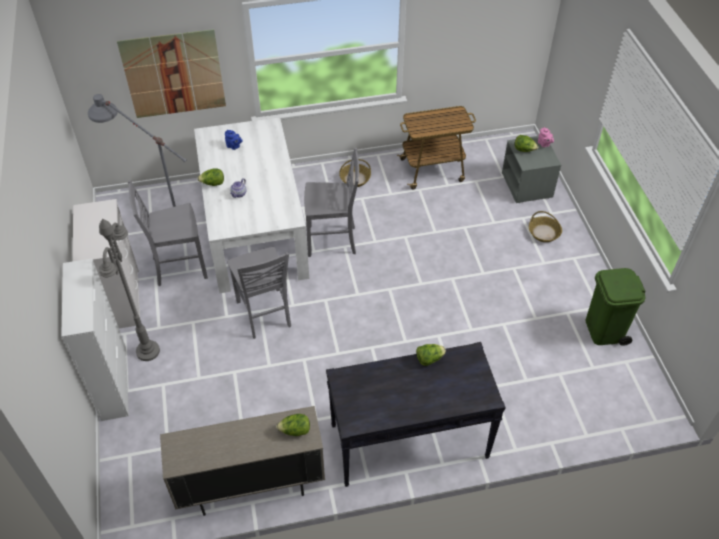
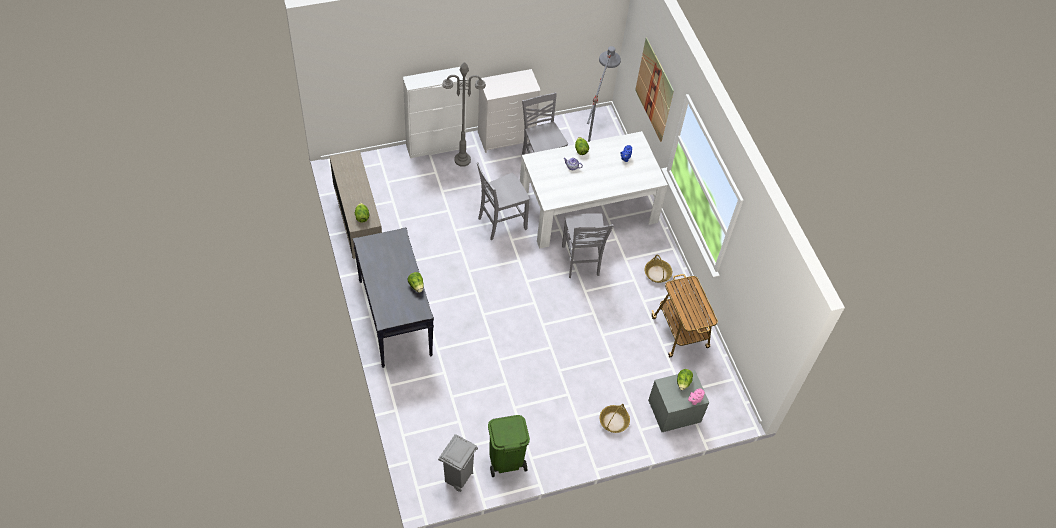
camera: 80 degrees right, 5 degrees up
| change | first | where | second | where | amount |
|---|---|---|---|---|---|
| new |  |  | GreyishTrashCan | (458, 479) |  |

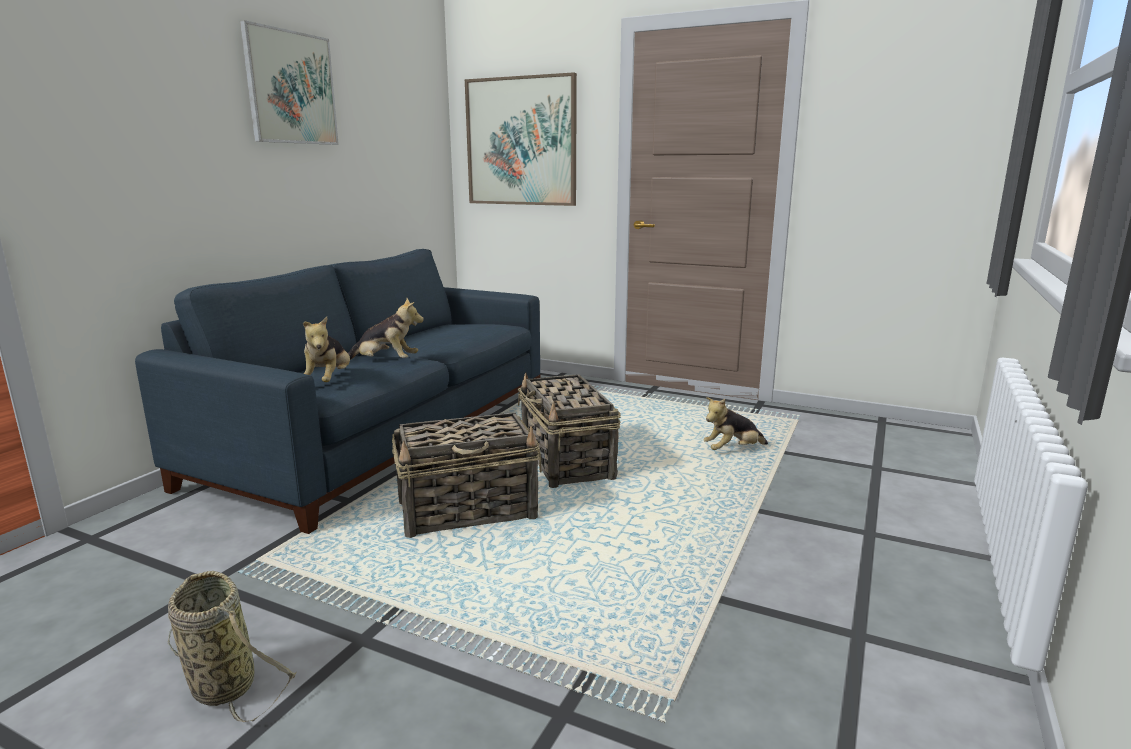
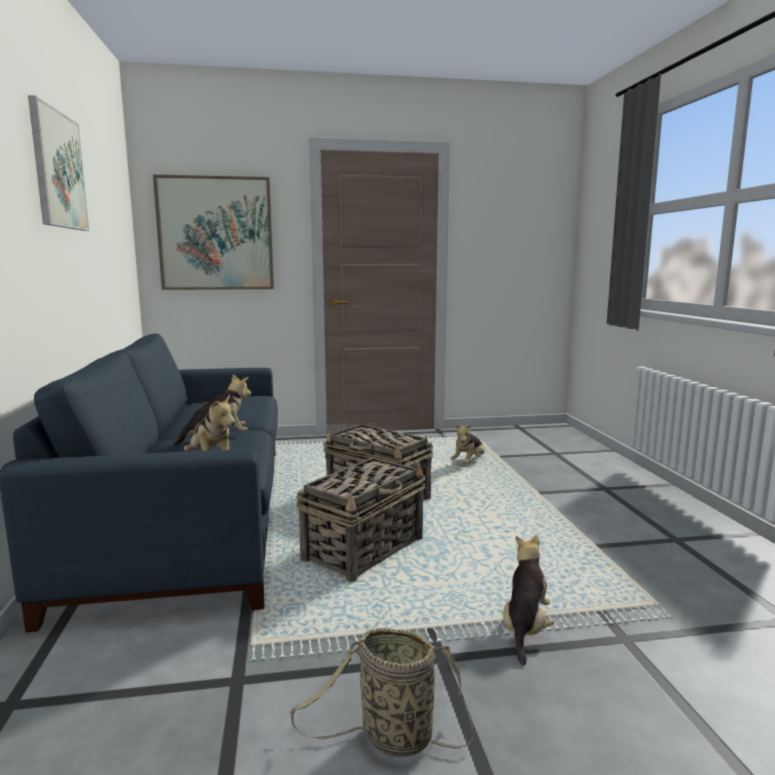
camera: 35 degrees left, 5 degrees down
| change | first | where | second | where | amount |
|---|---|---|---|---|---|
| new |  |  | CuddlyToy | (525, 628) |  |

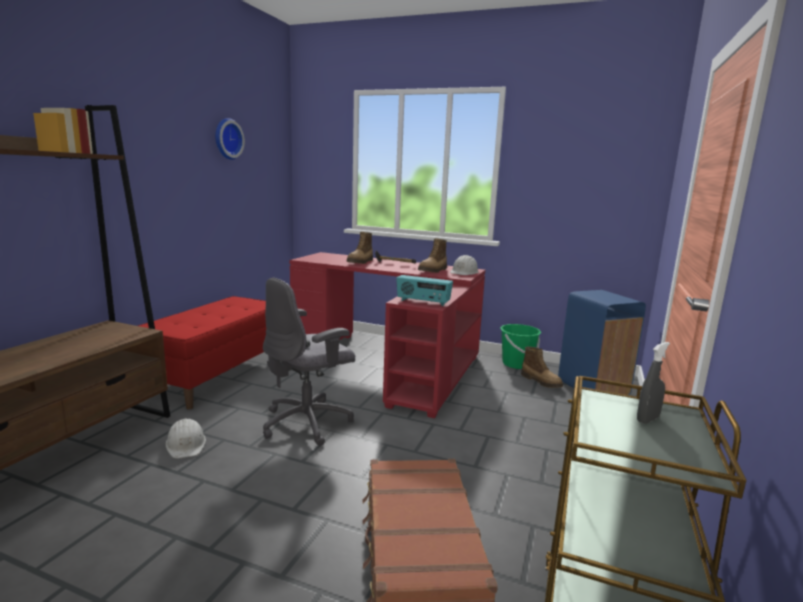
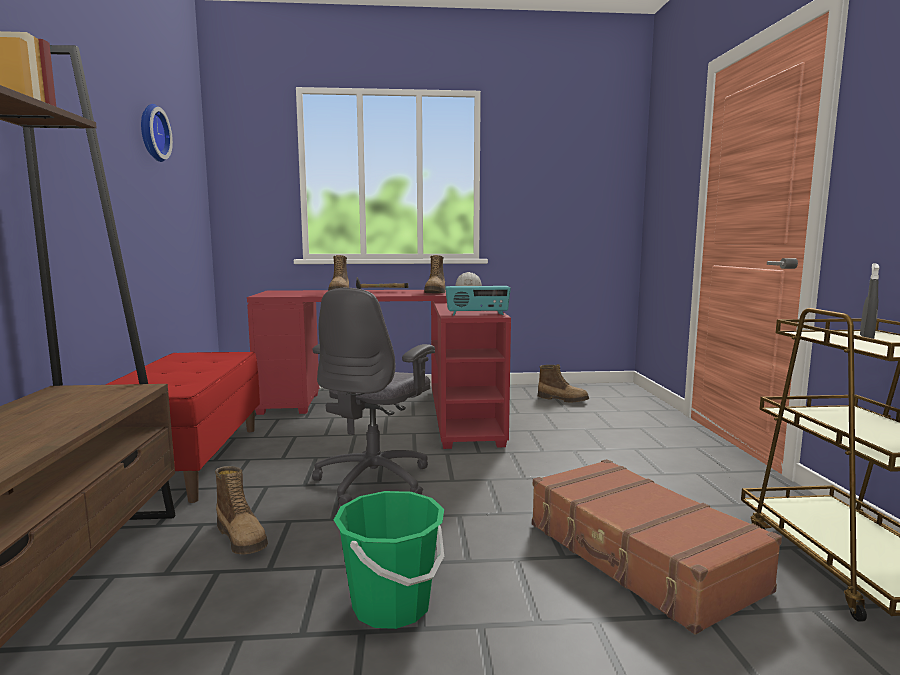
camera: 25 degrees left, 5 degrees down
| change | first | where | second | where | amount |
|---|---|---|---|---|---|
| gone | BlueColouredTrashCan | (592, 388) |  |  |  |
| shifted | GreenColouredBucket | (516, 364) |  | (391, 605) |  |
| swapped | WhiteColouredHardHat | (186, 444) | Boot | (242, 538) |  |

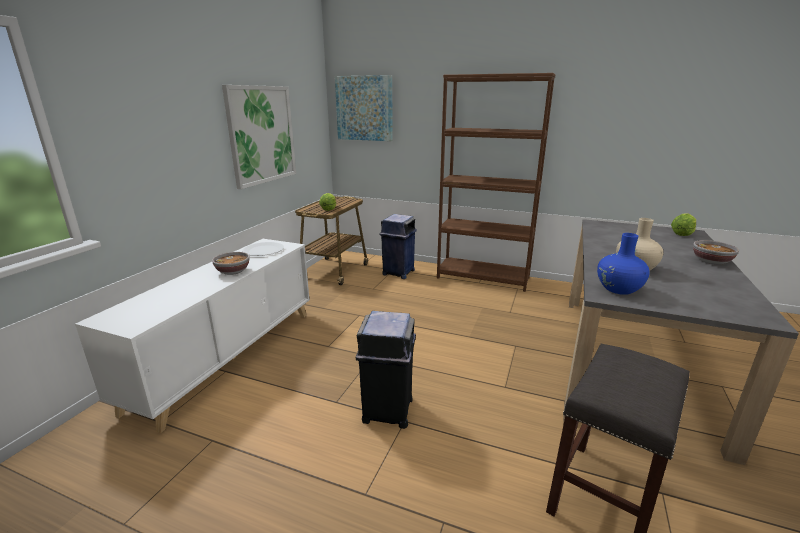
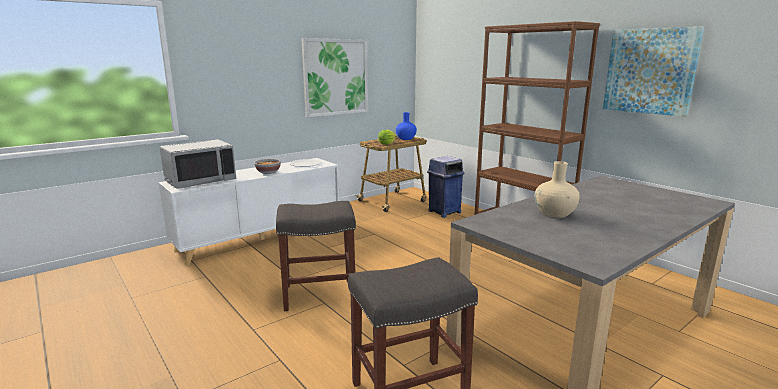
camera: 30 degrees right, 5 degrees down
| change | first | where | second | where | amount |
|---|---|---|---|---|---|
| shifted | WallPicture | (364, 108) |  | (650, 71) |  |
| gone | Lettuce | (682, 234) |  |  |  |
| shifted | BlueColouredVase | (618, 289) |  | (405, 139) |  |
| gone | Bowl | (711, 261) |  |  |  |
| swapped | BlackTrashCan | (387, 411) | GreyishSittingStool | (320, 294) |  |
| new |  |  | GreyishKitchenMicrowave | (200, 181) |  |

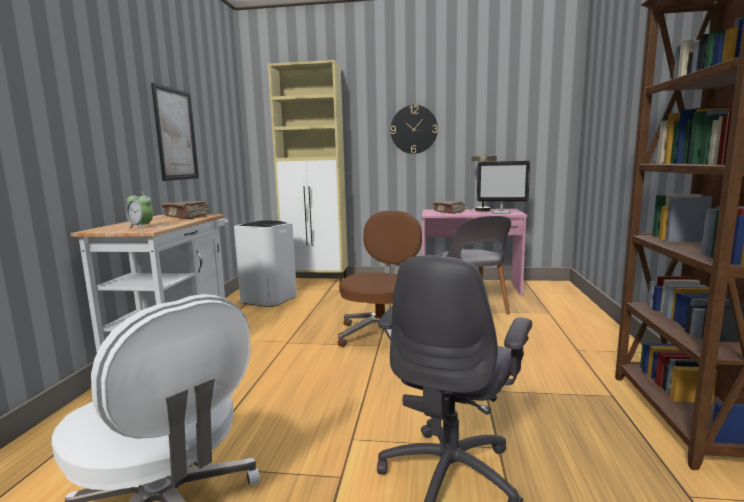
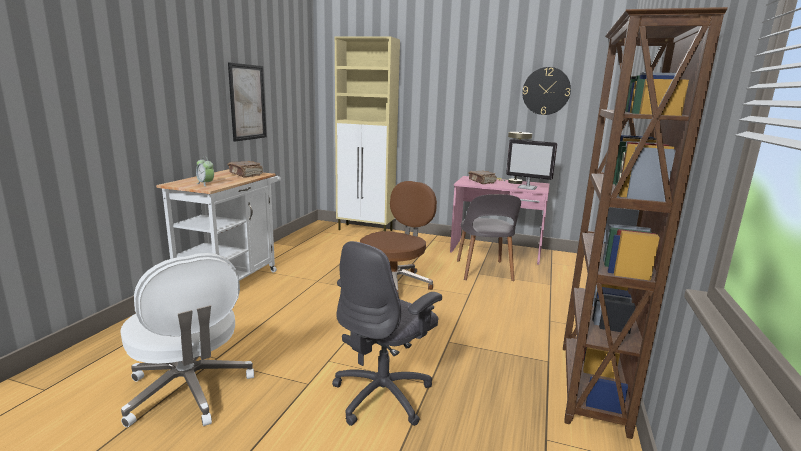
camera: 10 degrees right, 5 degrees up
| change | first | where | second | where | amount |
|---|---|---|---|---|---|
| shifted | WallClock | (414, 129) |  | (546, 91) |  |
| gone | WhiteColouredTrashCan | (269, 299) |  |  |  |

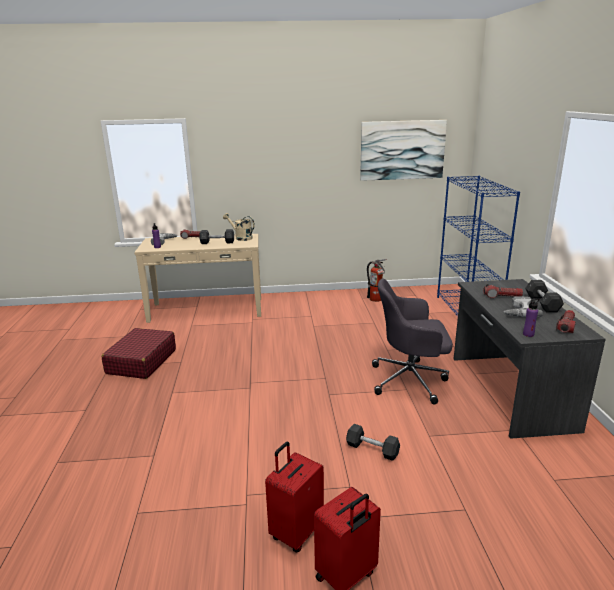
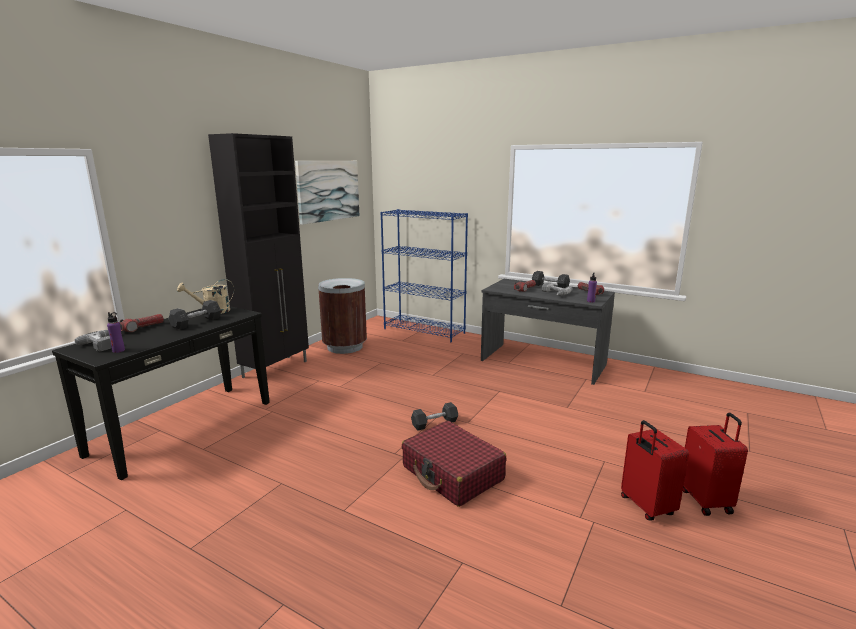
camera: 55 degrees left, 5 degrees down
| change | first | where | second | where | amount |
|---|---|---|---|---|---|
| repainted | BeigeColouredConsoleTable | (206, 310) | BlackConsoleTable | (183, 427) |  |
| swapped | Extinguisher | (376, 300) | BrownishTrashCan | (345, 347) |  |
| gone | GreyishOfficeChair | (410, 380) |  |  |  |
| shifted | ReddishSuitcase | (141, 362) |  | (452, 473) |  |
| shifted | GreyishDumbbell | (372, 449) |  | (434, 423) |  |
| new |  |  | BlackCupboard | (276, 369) |  |

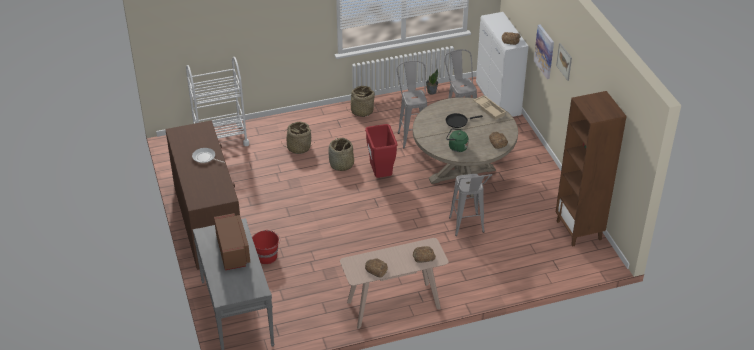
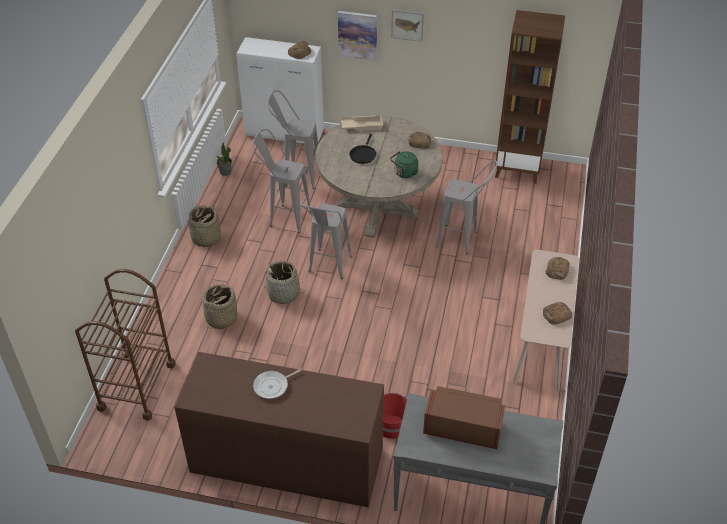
camera: 60 degrees left, 5 degrees up
| change | first | where | second | where | amount |
|---|---|---|---|---|---|
| repainted | WhiteColouredCart | (220, 139) | BrownishCart | (137, 386) |  |
| swapped | ReddishTrashCan | (380, 175) | GreyishSittingStool | (328, 269) |  |

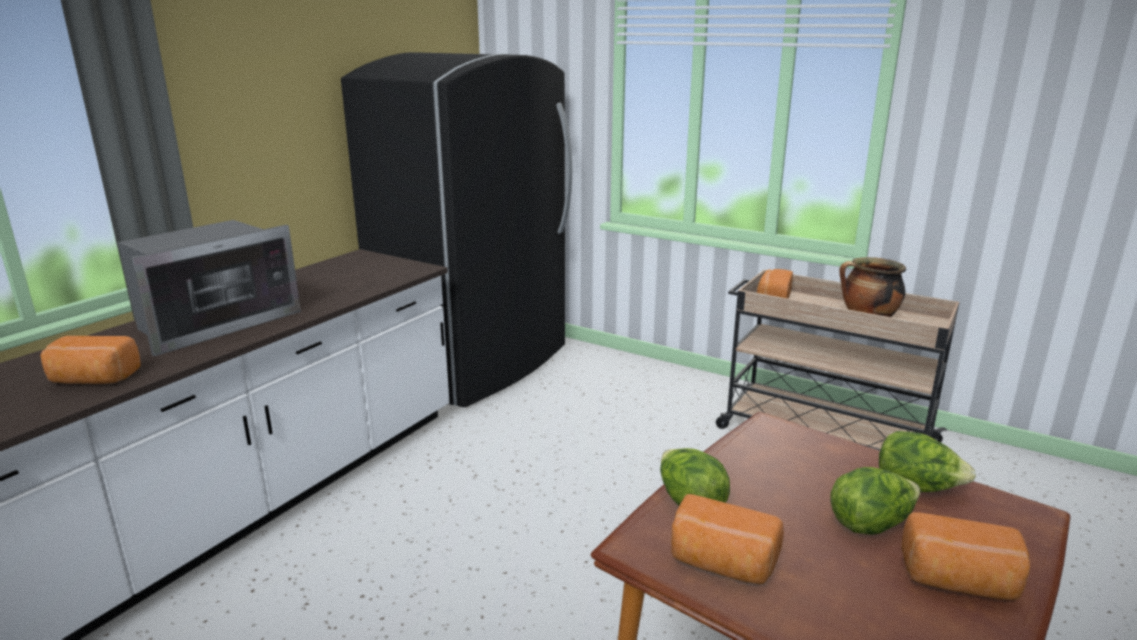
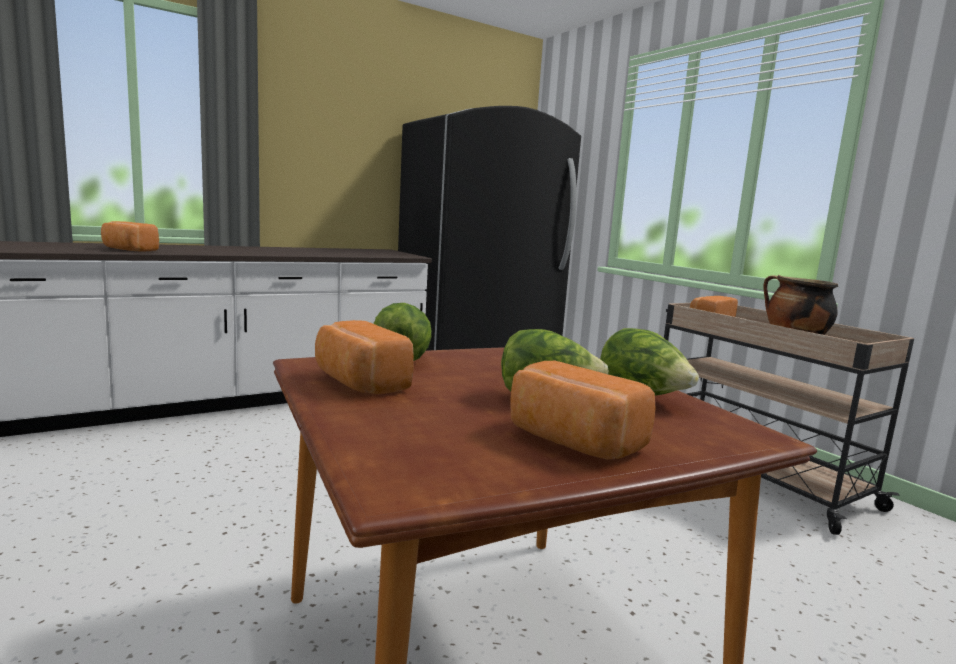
camera: 25 degrees right, 10 degrees down
| change | first | where | second | where | amount |
|---|---|---|---|---|---|
| gone | KitchenMicrowave | (214, 323) |  |  |  |

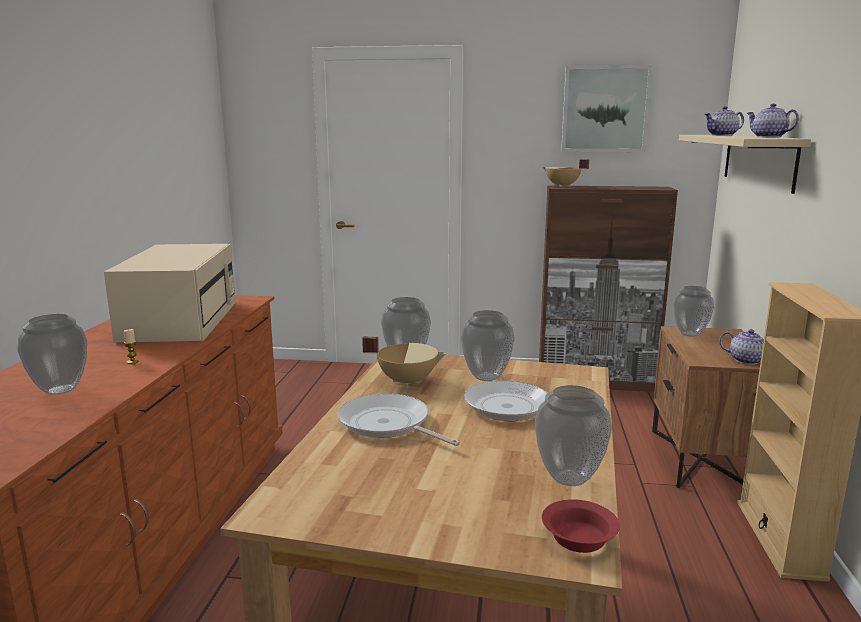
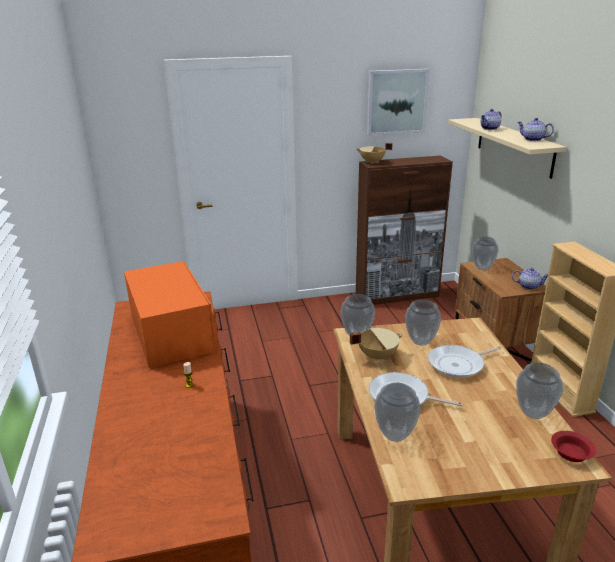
camera: 20 degrees left, 10 degrees up
| change | first | where | second | where | amount |
|---|---|---|---|---|---|
| repainted | BeigeColouredKitchenMicrowave | (181, 320) | OrangeyKitchenMicrowave | (170, 332) |  |
| shifted | Vase | (61, 390) |  | (395, 435) |  |

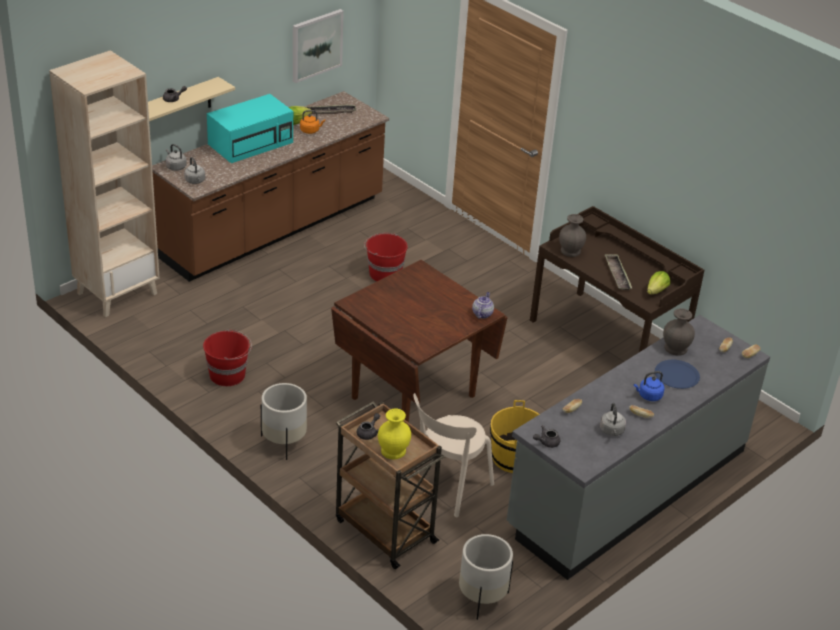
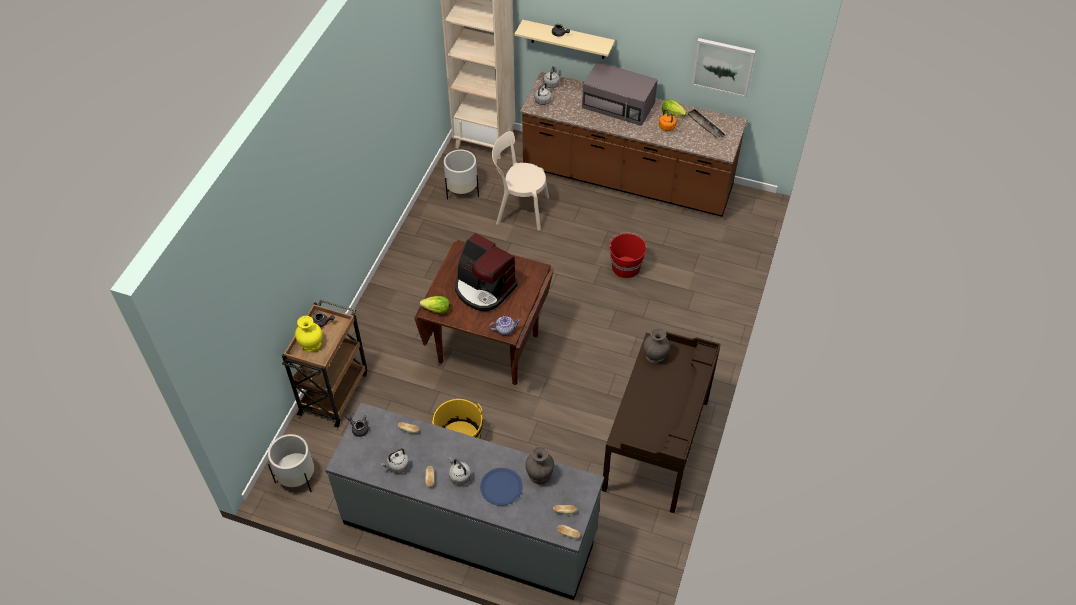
camera: 65 degrees right, 15 degrees up
| change | first | where | second | where | amount |
|---|---|---|---|---|---|
| repainted | BlueGreenKitchenMicrowave | (251, 143) | GreyishKitchenMicrowave | (619, 105) |  |
| gone | CarryingTray | (617, 275) |  |  |  |
| shifted | Lettuce | (656, 291) |  | (437, 310) |  |
| gone | ReddishBucket | (228, 374) |  |  |  |
| repainted | BlueColouredWaterKettle | (648, 396) | GreyishWaterKettle | (459, 476) |  |
| shifted | WhiteColouredPlantPot | (284, 442) |  | (462, 191) |  |
| shifted | BeigeColouredUprightChair | (447, 487) |  | (519, 209) |  |
| new |  |  | CoffeeMaker | (484, 288) |  |

